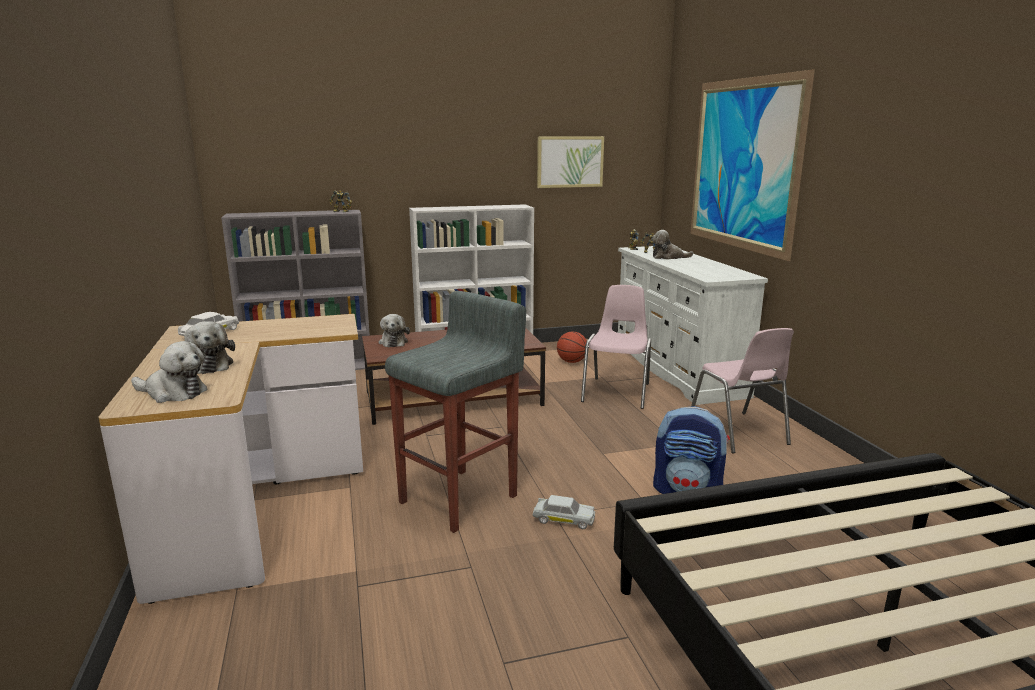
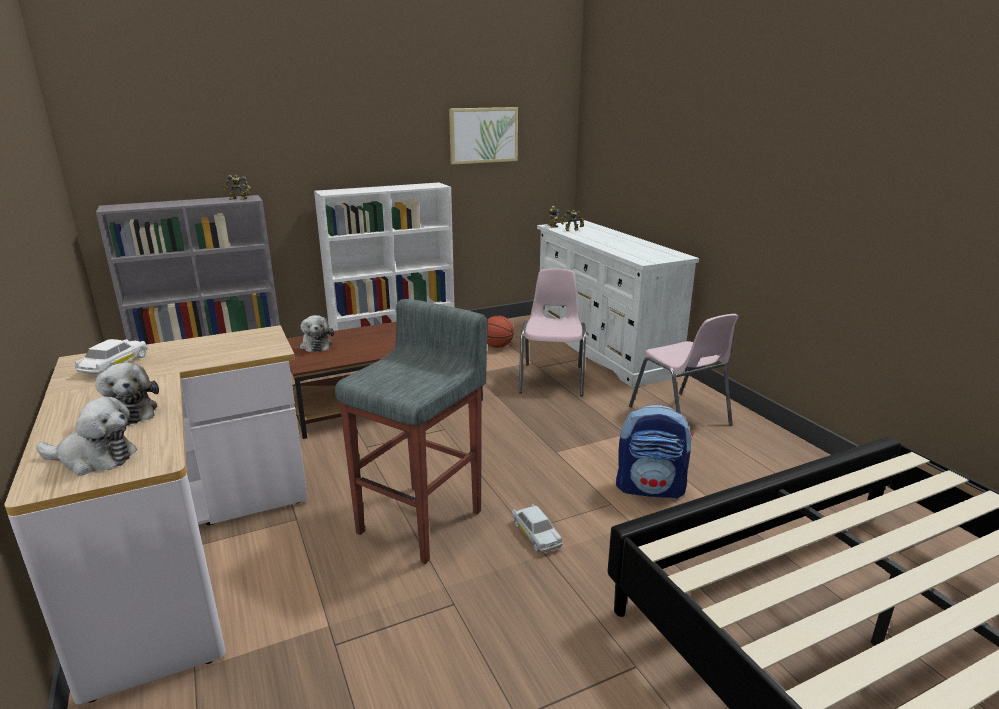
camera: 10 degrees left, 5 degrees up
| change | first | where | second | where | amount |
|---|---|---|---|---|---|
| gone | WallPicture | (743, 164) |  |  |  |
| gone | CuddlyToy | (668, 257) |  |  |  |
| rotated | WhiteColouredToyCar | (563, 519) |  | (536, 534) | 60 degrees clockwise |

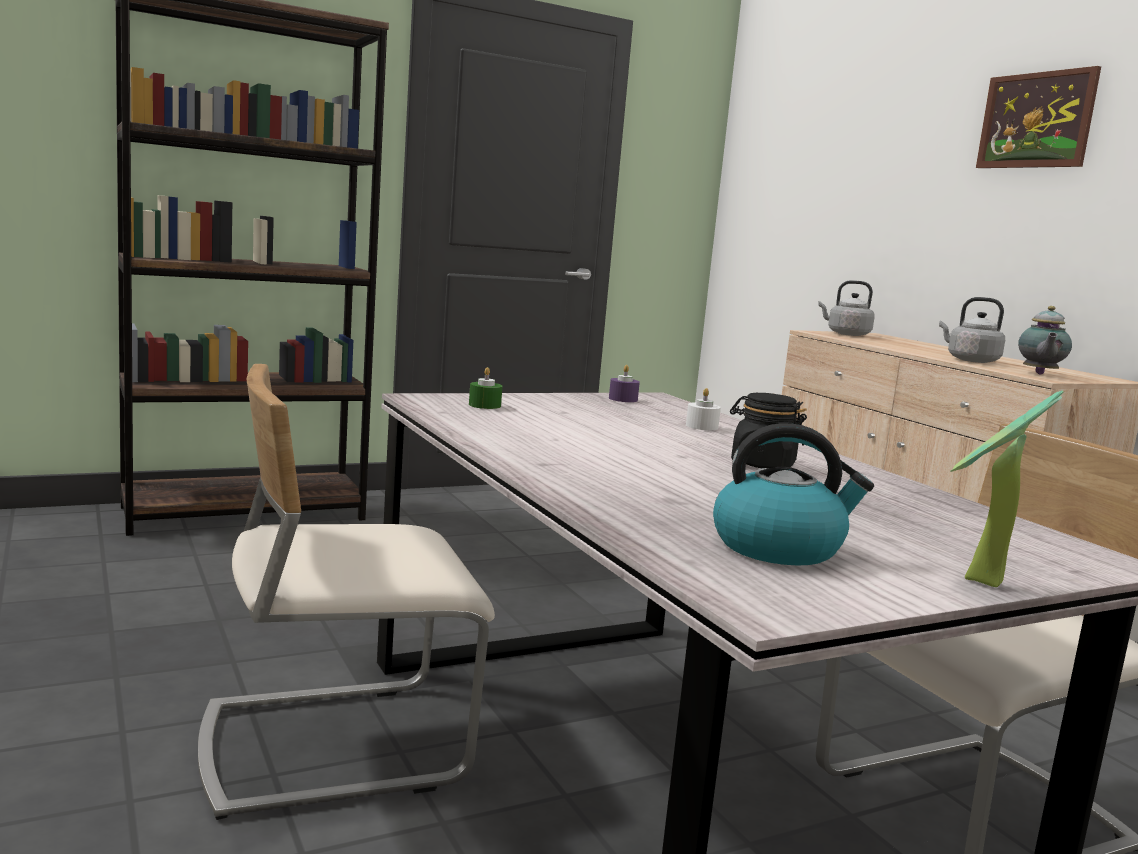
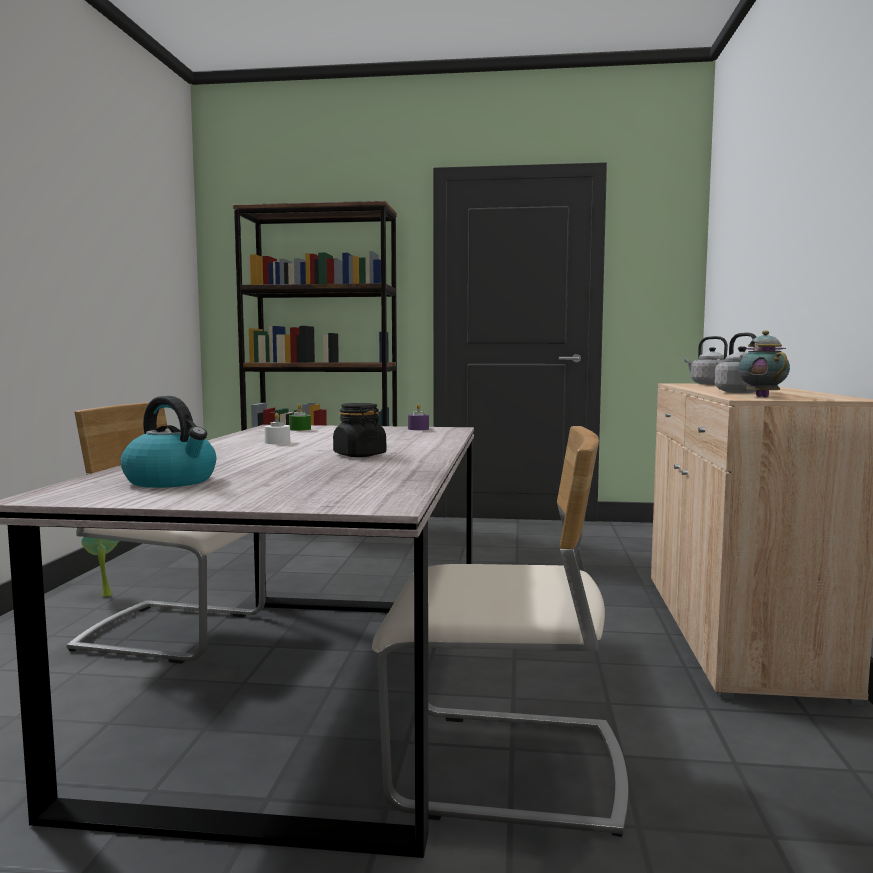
camera: 35 degrees right, 5 degrees down
| change | first | where | second | where | amount |
|---|---|---|---|---|---|
| gone | WallPicture | (1036, 120) |  |  |  |
| rotated | TeaPot | (1039, 374) |  | (761, 397) | 120 degrees clockwise |
| shifted | WhiteColouredWaxCandle | (701, 426) |  | (277, 442) |  |
| shifted | Houseplant | (977, 583) |  | (104, 595) |  |

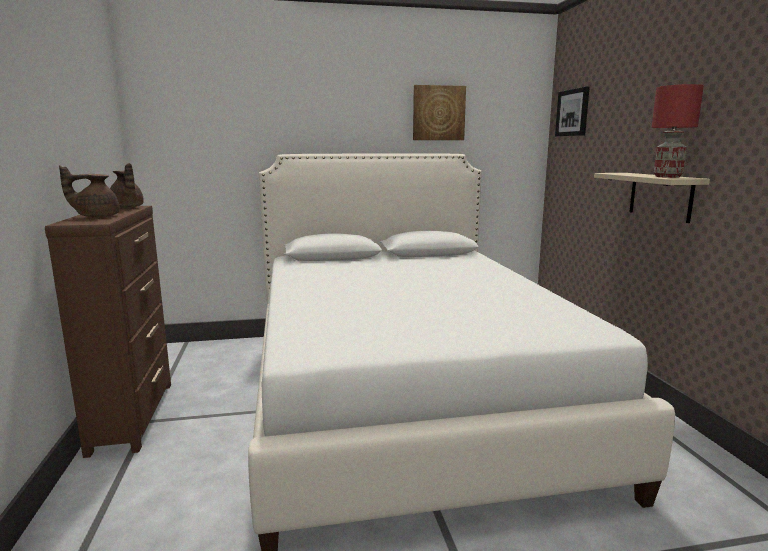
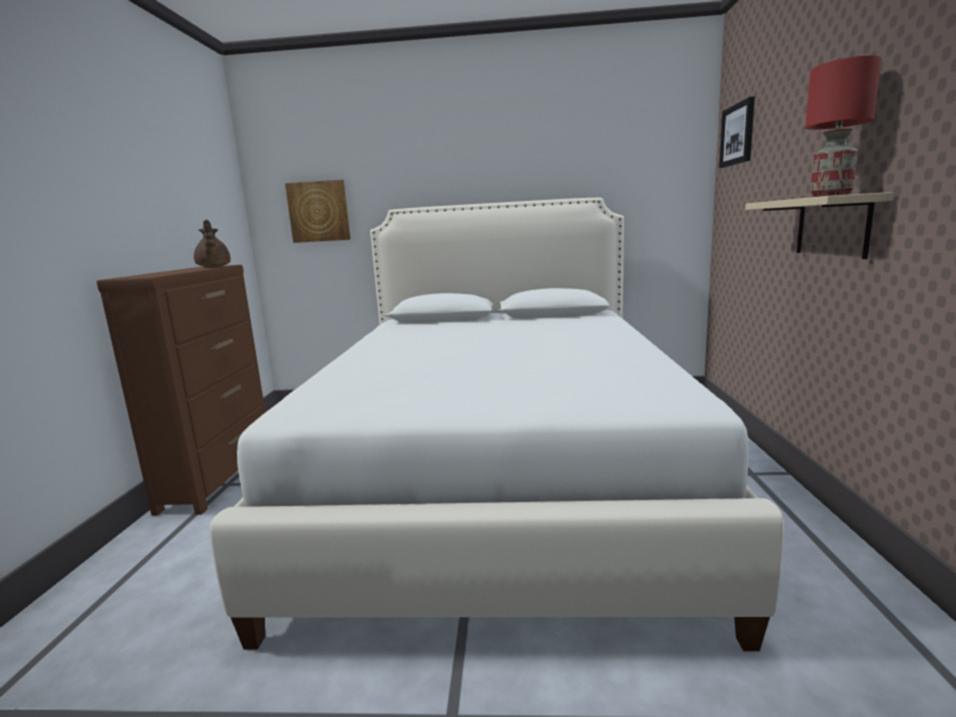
camera: 15 degrees right, 0 degrees up
| change | first | where | second | where | amount |
|---|---|---|---|---|---|
| shifted | WallPicture | (438, 113) |  | (319, 211) |  |
| gone | BrownishTeaPot | (96, 216) |  |  |  |

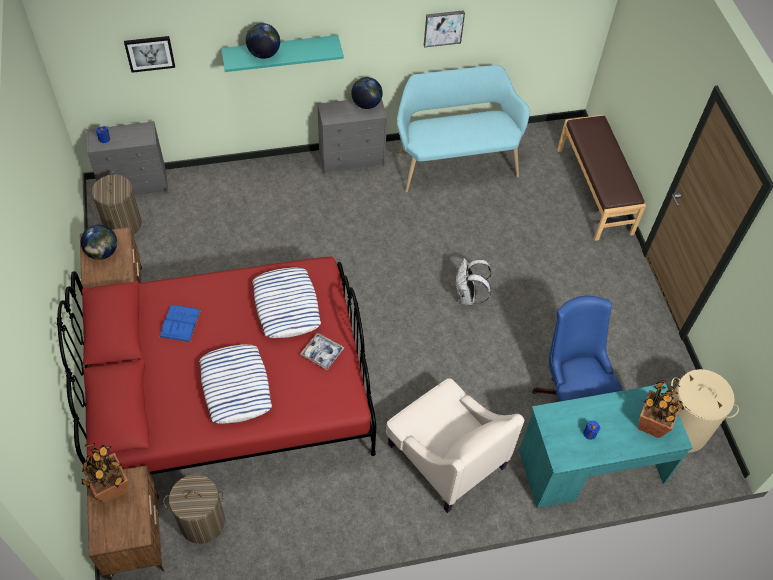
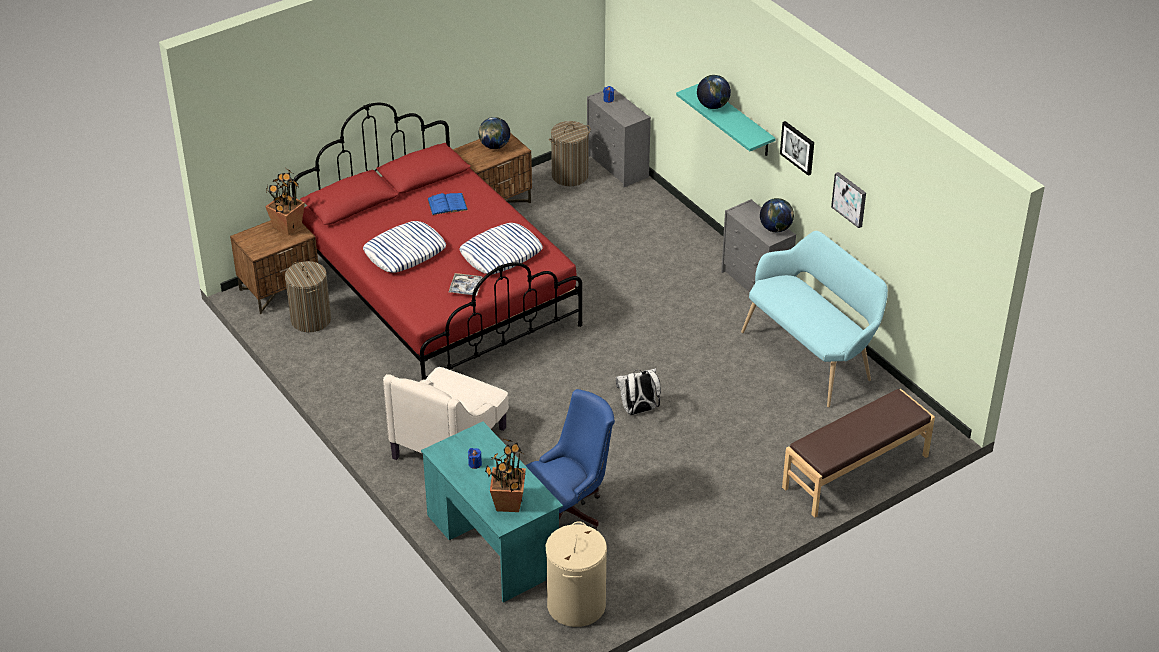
camera: 70 degrees right, 15 degrees down
| change | first | where | second | where | amount |
|---|---|---|---|---|---|
| shifted | WallPicture | (150, 53) |  | (798, 147) |  |

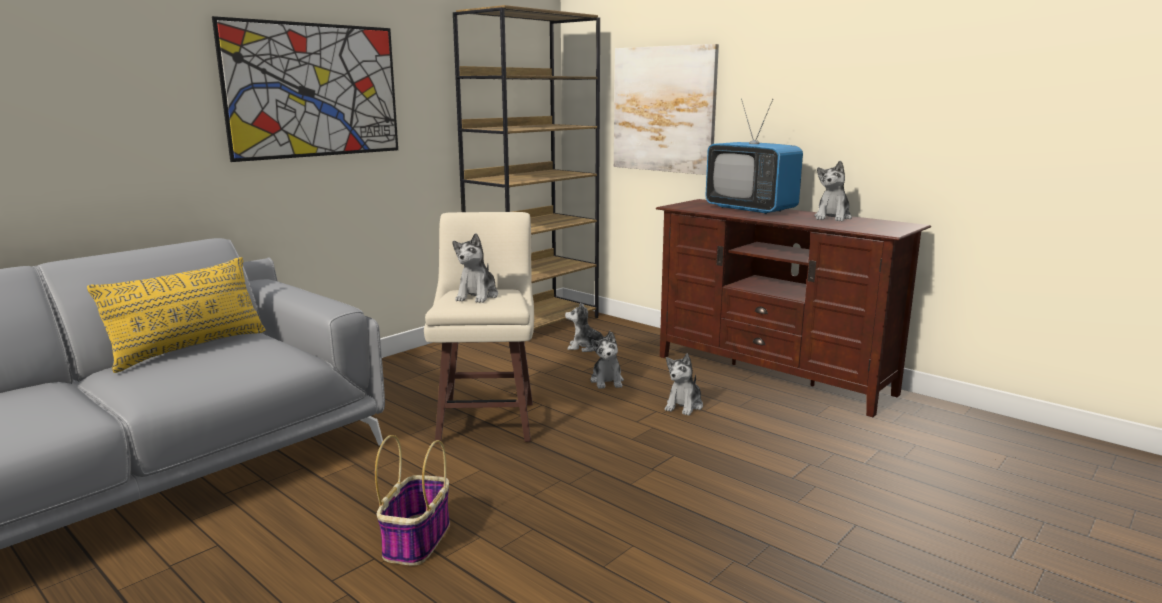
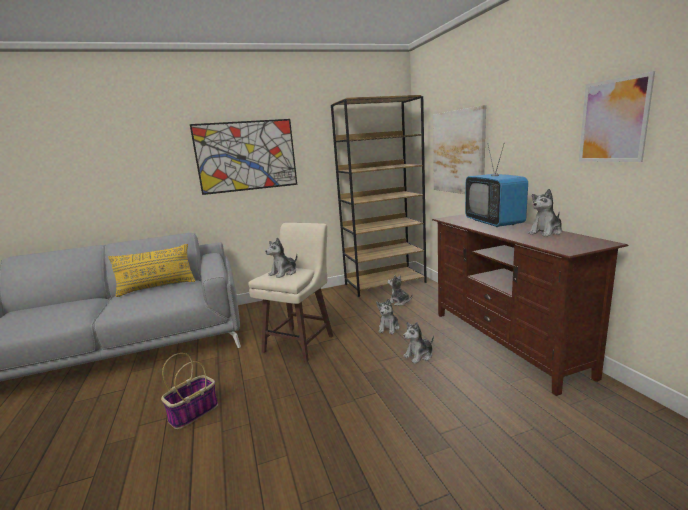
camera: 30 degrees right, 0 degrees up
| change | first | where | second | where | amount |
|---|---|---|---|---|---|
| new |  |  | WallPicture | (613, 121) |  |

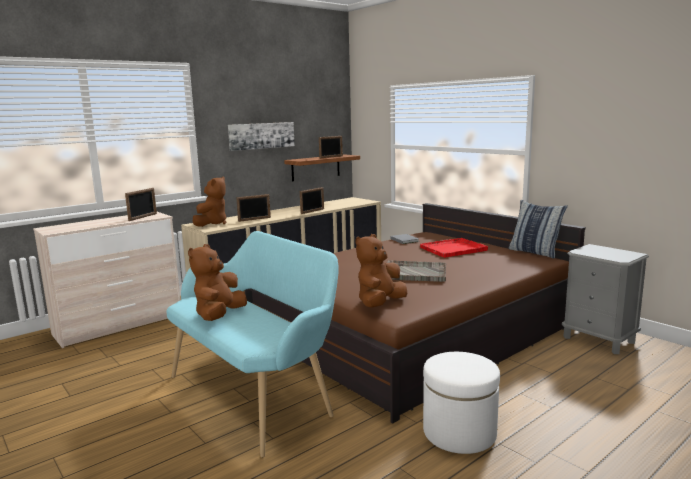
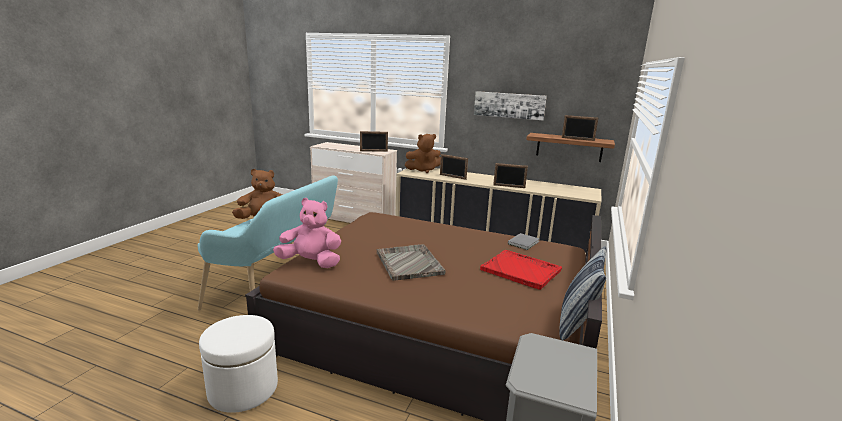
camera: 60 degrees right, 5 degrees up
| change | first | where | second | where | amount |
|---|---|---|---|---|---|
| repainted | BrownishCuddlyToy | (380, 304) | PinkishCuddlyToy | (311, 262) |  |

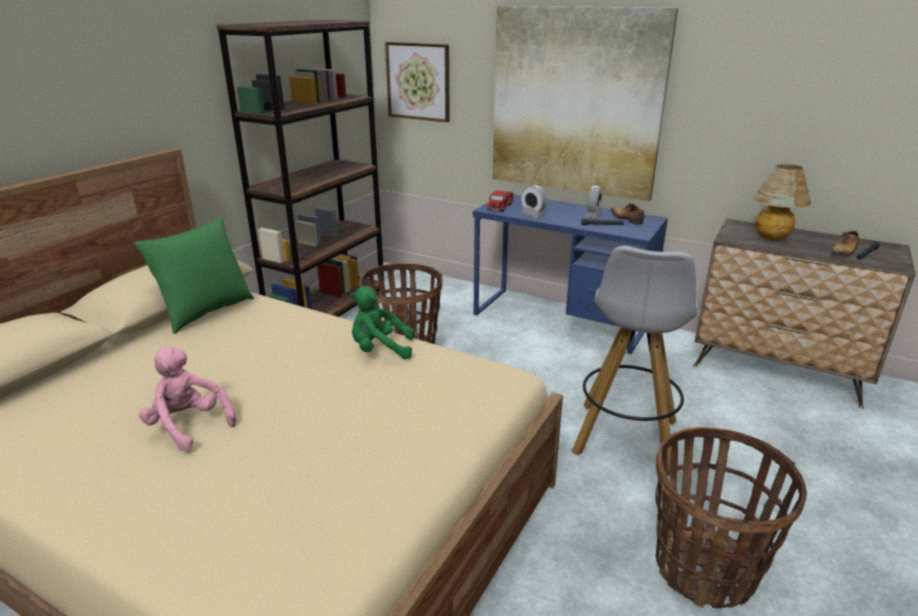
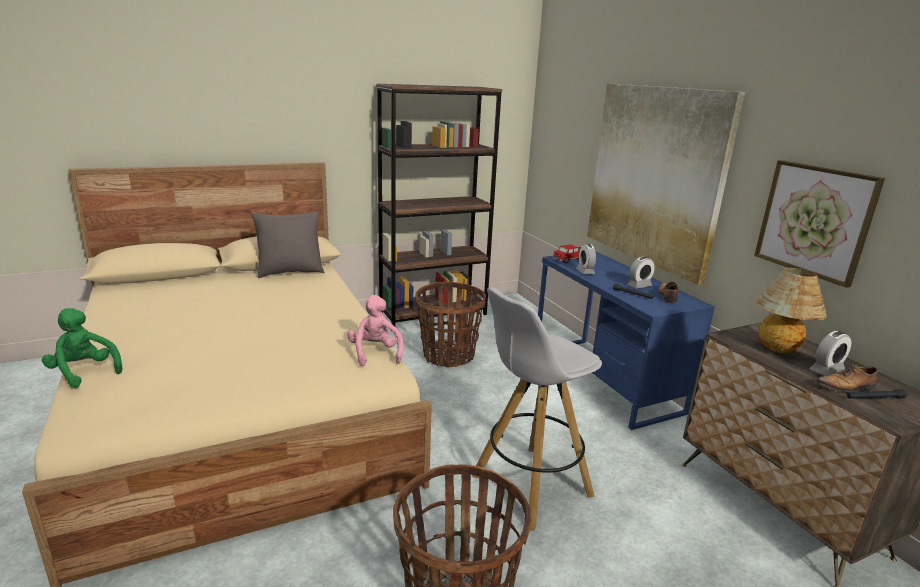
camera: 35 degrees right, 5 degrees down
| change | first | where | second | where | amount |
|---|---|---|---|---|---|
| shifted | WallPicture | (418, 81) |  | (814, 220) |  |
| repainted | GreenColouredThrowPillow | (206, 312) | GreyishThrowPillow | (290, 272) |  |
| shifted | GreenColouredCuddlyToy | (380, 350) |  | (84, 372) |  |
| shifted | PinkishCuddlyToy | (188, 426) |  | (375, 353) |  |
| new |  |  | BedsideClock | (826, 371) |  |

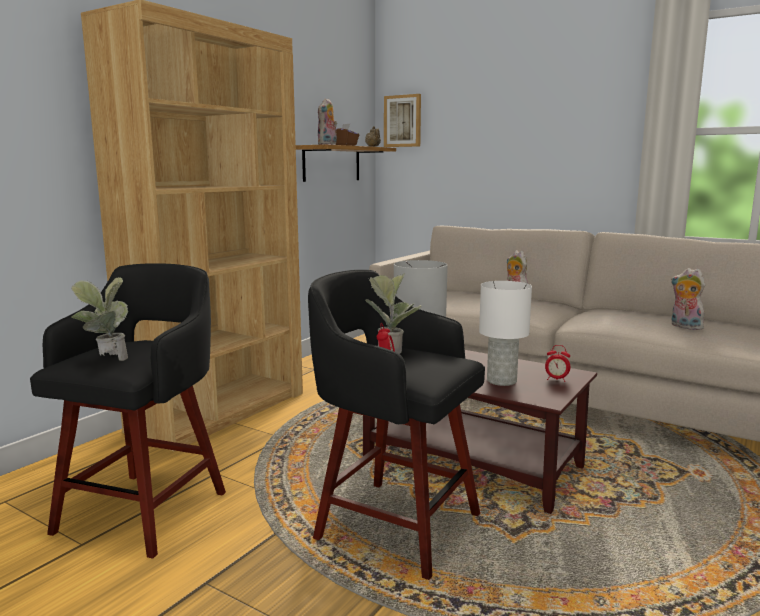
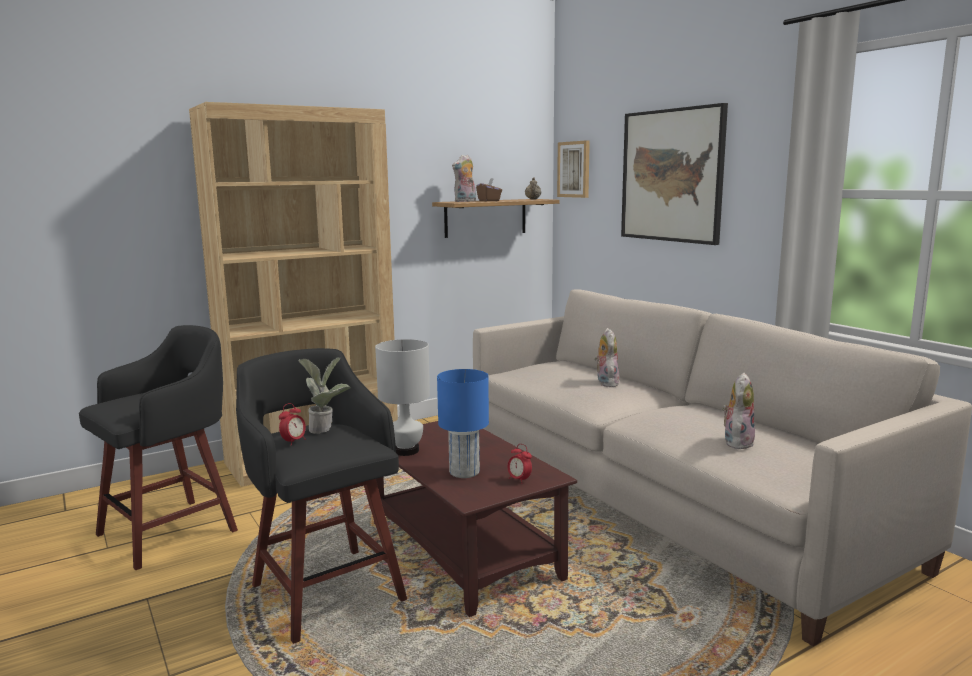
camera: 25 degrees right, 0 degrees up
| change | first | where | second | where | amount |
|---|---|---|---|---|---|
| rotated | CuddlyToy | (684, 327) |  | (737, 442) | 45 degrees clockwise |
| gone | Houseplant | (106, 360) |  |  |  |
| repainted | WhiteColouredLampForATable | (502, 380) | BlueColouredLampForATable | (465, 472) |  |
| new |  |  | WallPicture | (671, 175) |  |

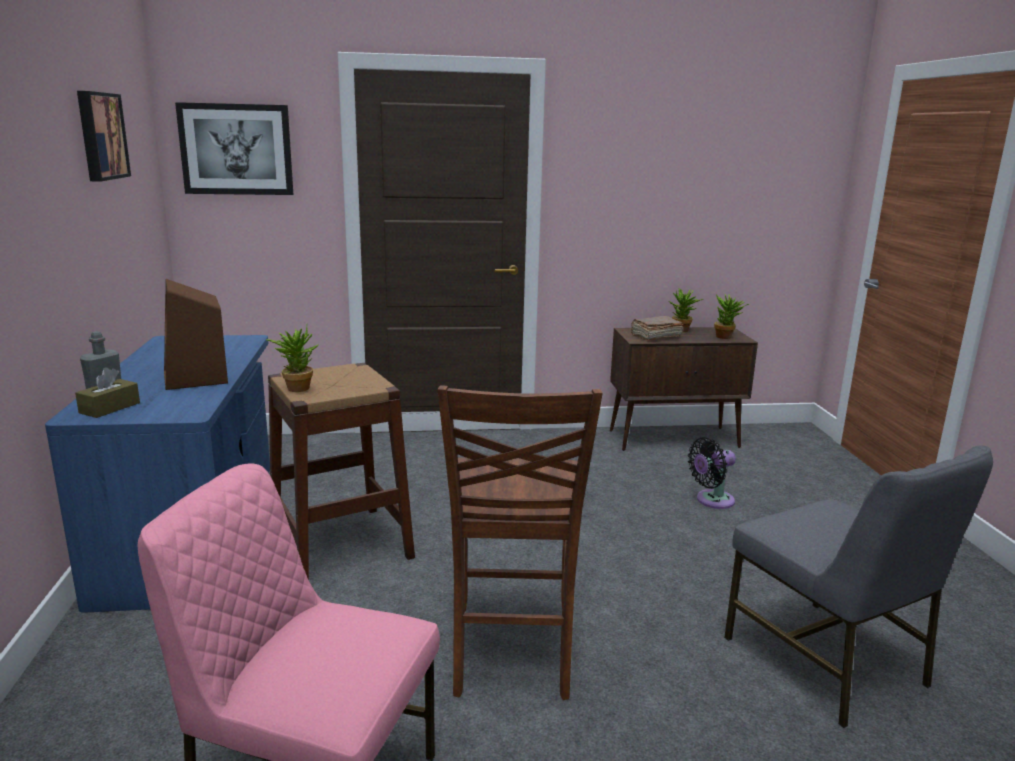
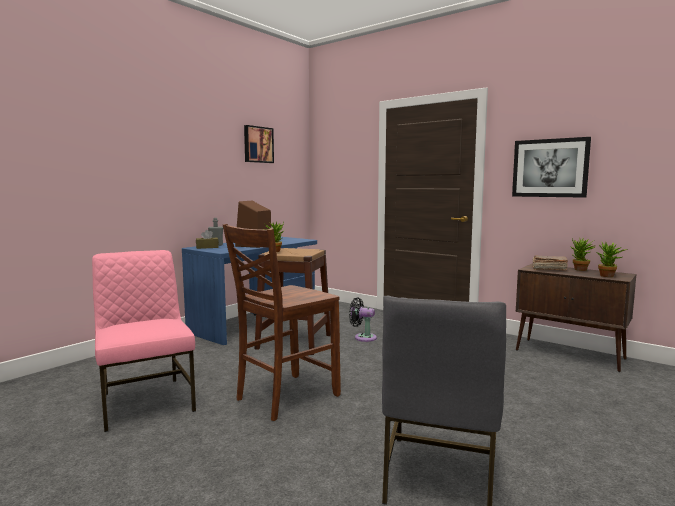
camera: 45 degrees right, 10 degrees down
| change | first | where | second | where | amount |
|---|---|---|---|---|---|
| shifted | WallPicture | (236, 149) |  | (550, 168) |  |
| shifted | BlackElectricFan | (711, 500) |  | (363, 337) |  |

